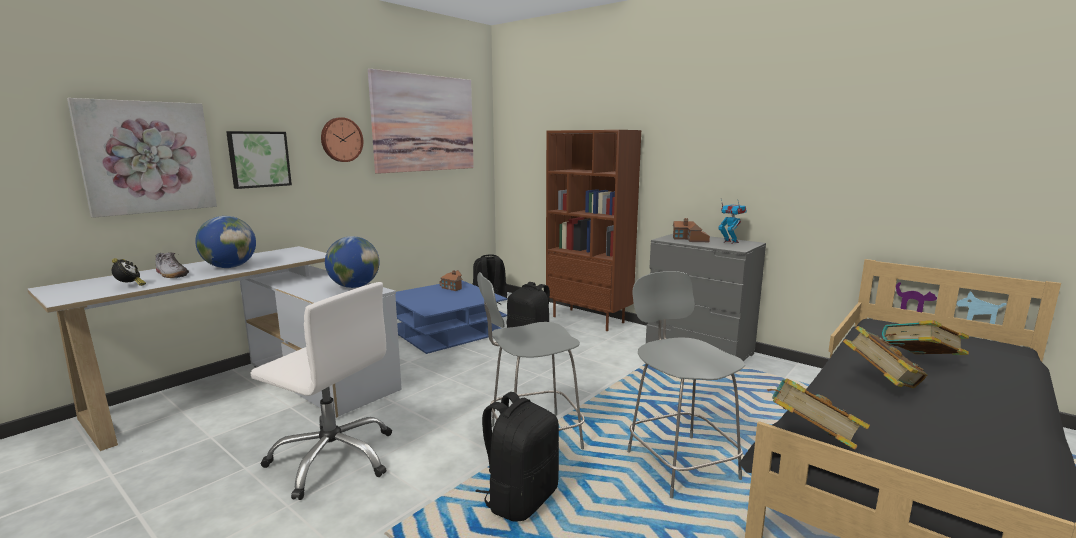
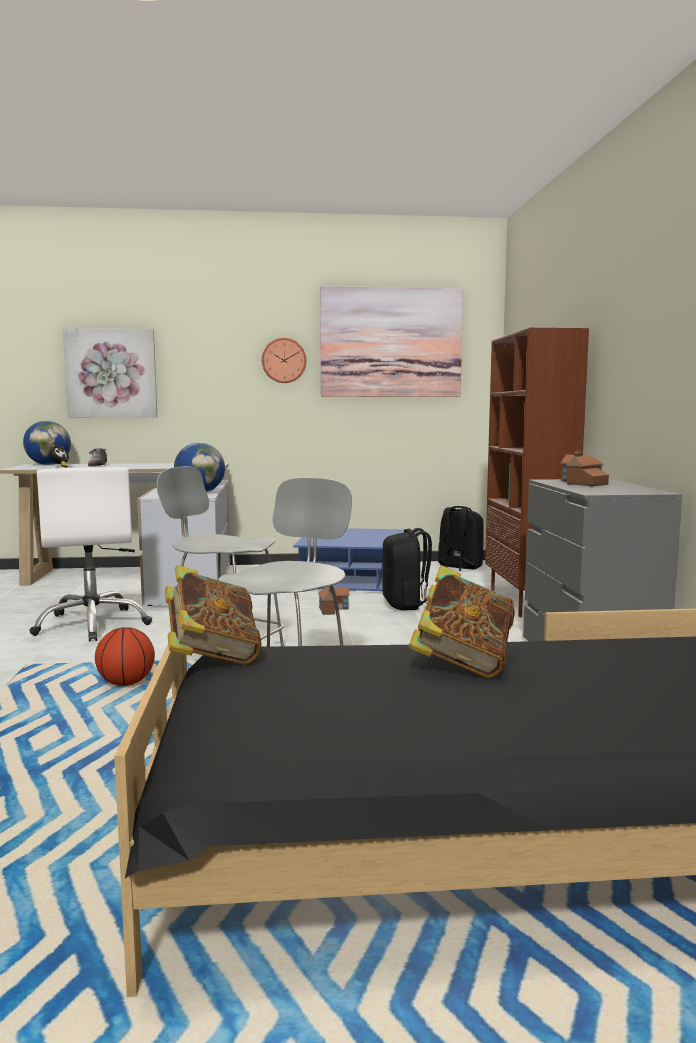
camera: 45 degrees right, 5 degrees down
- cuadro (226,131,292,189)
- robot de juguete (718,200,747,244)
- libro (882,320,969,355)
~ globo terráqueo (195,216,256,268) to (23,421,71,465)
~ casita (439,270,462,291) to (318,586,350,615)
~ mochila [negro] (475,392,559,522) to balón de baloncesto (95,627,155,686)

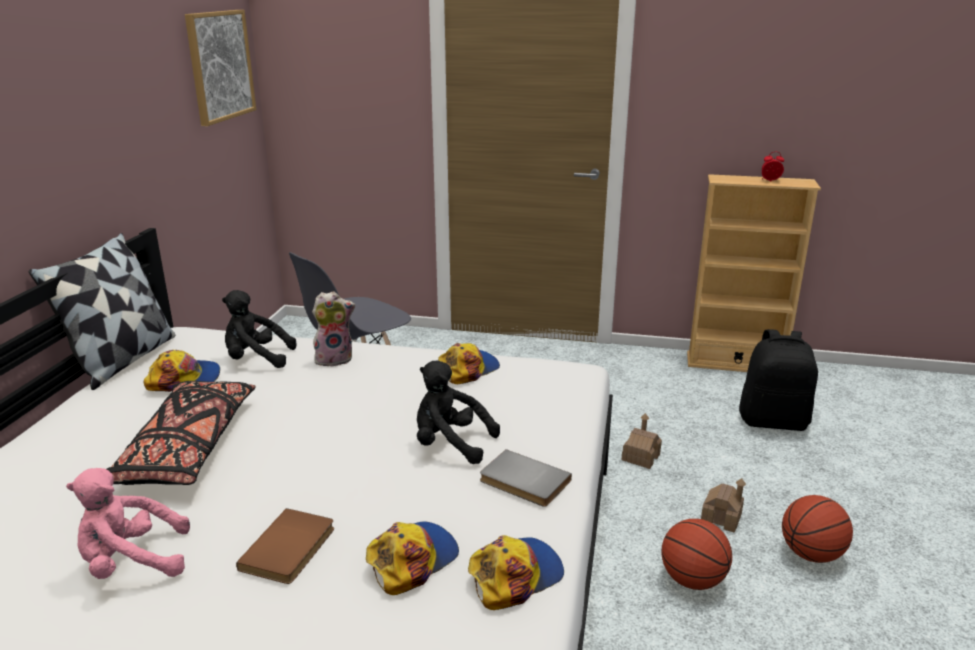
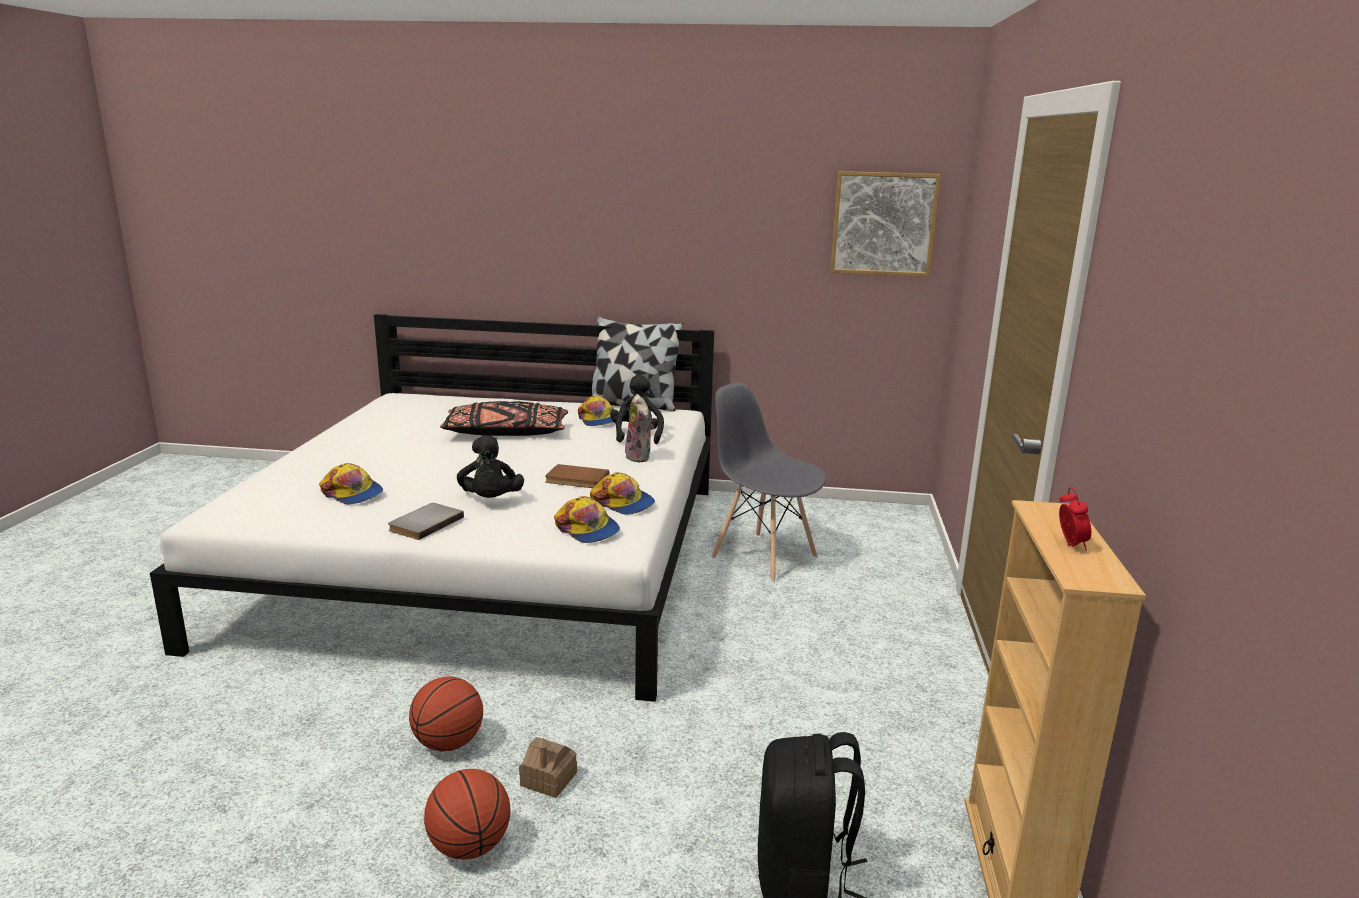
camera: 85 degrees right, 5 degrees down
- peluche [rosa] (66,468,190,579)
- casita (622,413,662,469)
~ libro [marrón] (236,508,334,584) to (545,464,609,488)
~ gorra (468,535,564,610) to (554,496,620,543)
~ peluche [negro] (417,361,500,464) = (457,435,524,498) 150 degrees clockwise

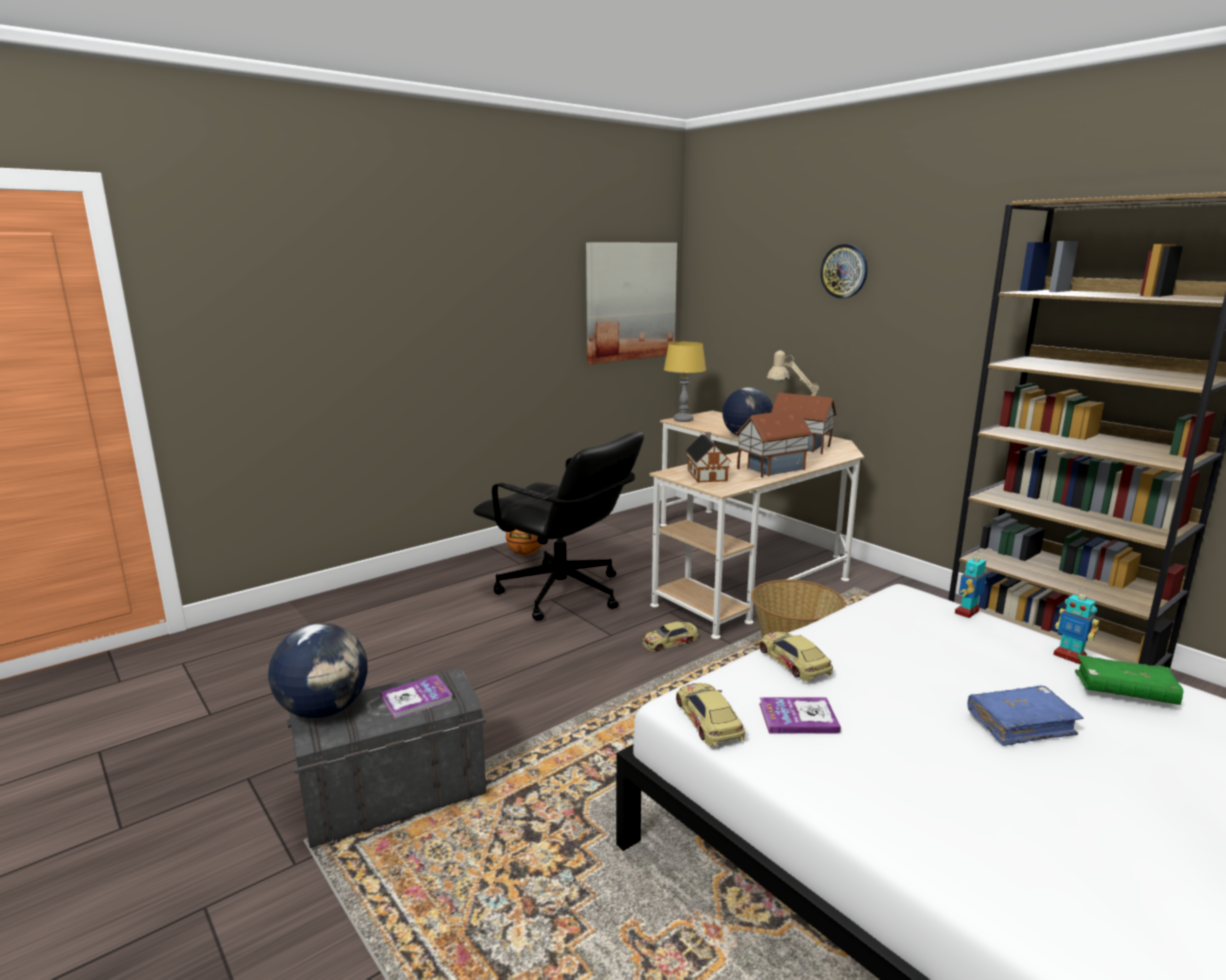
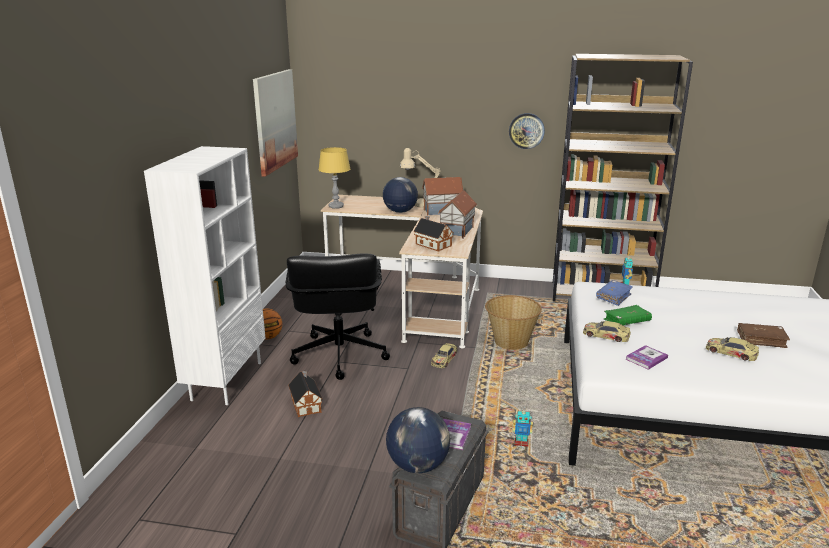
camera: 40 degrees left, 5 degrees up
+ estantería [blanco] (144,146,265,405)
+ casita (288,371,323,417)
+ libro [marrón] (737,323,790,348)
~ coche de juguete (676,683,745,747) to (706,337,759,361)
~ reloj de pared (820,244,868,299) to (509,113,545,149)
~ libro [azul] (968,686,1083,746) to (596,280,633,306)
~ robot de juguete (1053,588,1099,664) to (513,411,533,446)
~ libro [verde] (1075,654,1183,705) to (604,305,652,325)
~ silla de oficina [negro] (473,432,644,621) = (285,253,390,380) 90 degrees clockwise

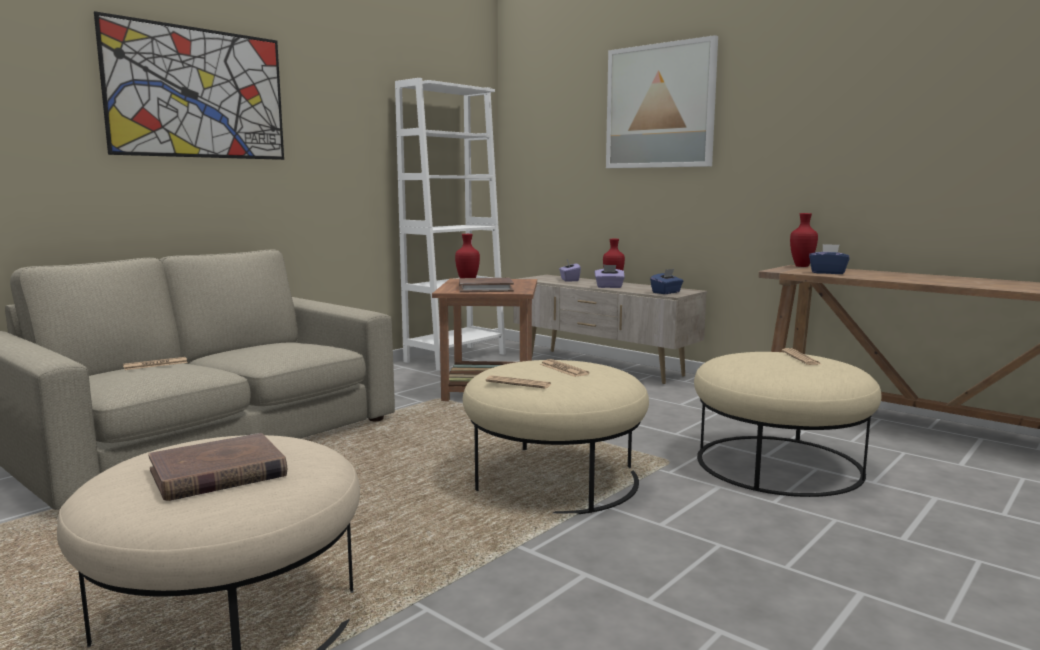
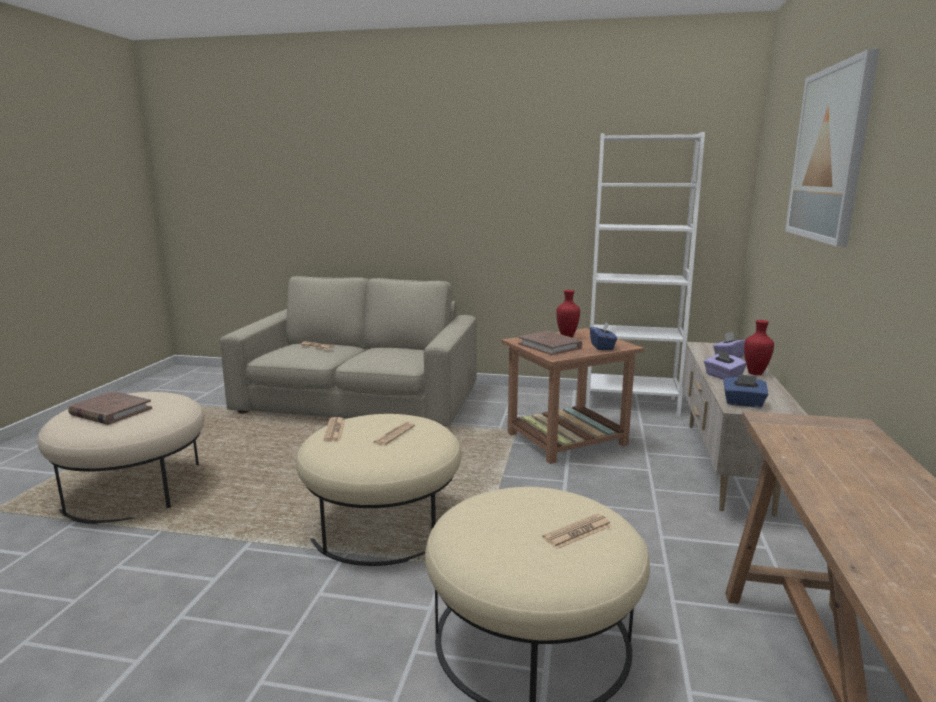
camera: 60 degrees right, 5 degrees up
- cuadro (94,11,284,160)
- florero [rojo] (790,213,818,267)
~ caja de pañuelos [azul] (809,244,849,274) to (590,322,617,350)

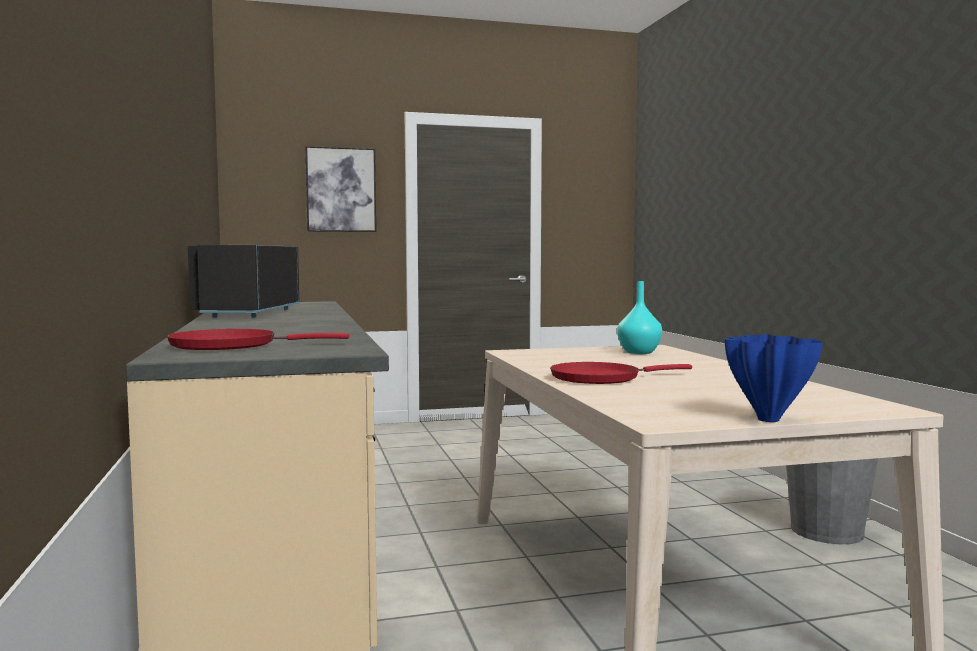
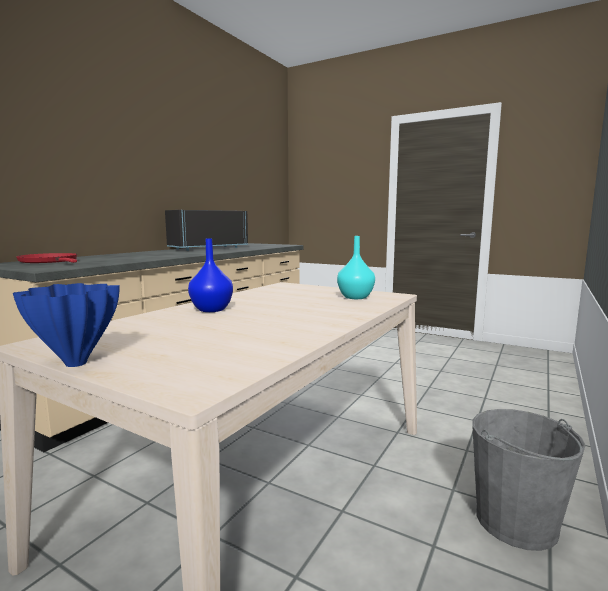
camera: 45 degrees right, 5 degrees up
- cuadro (305,146,376,232)
~ sartén [rojo] (550,362,692,384) to florero [azul] (188,238,233,312)

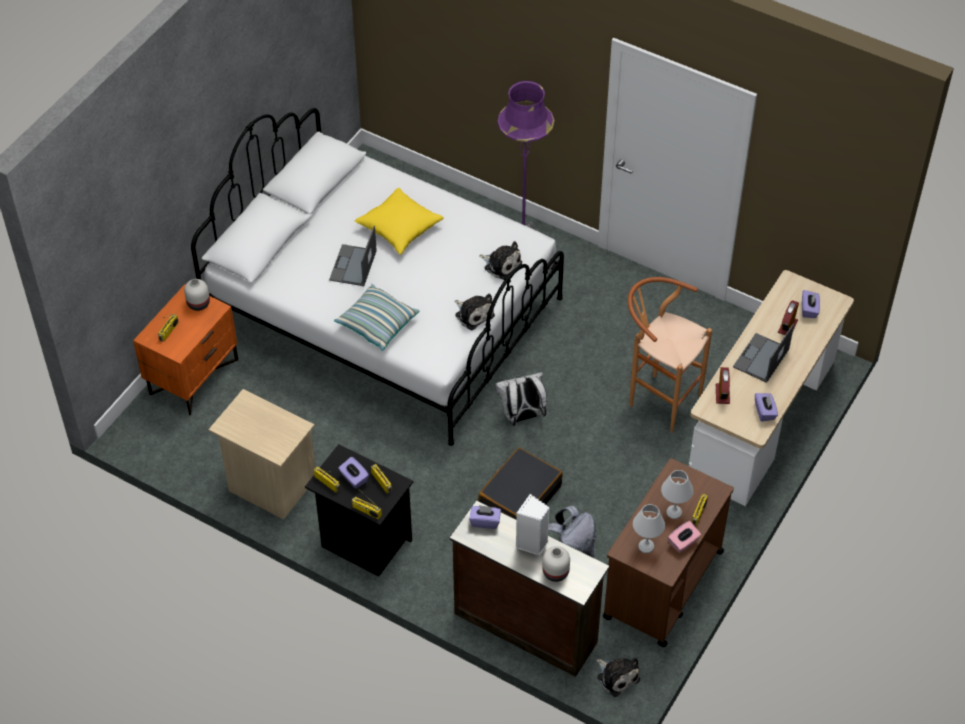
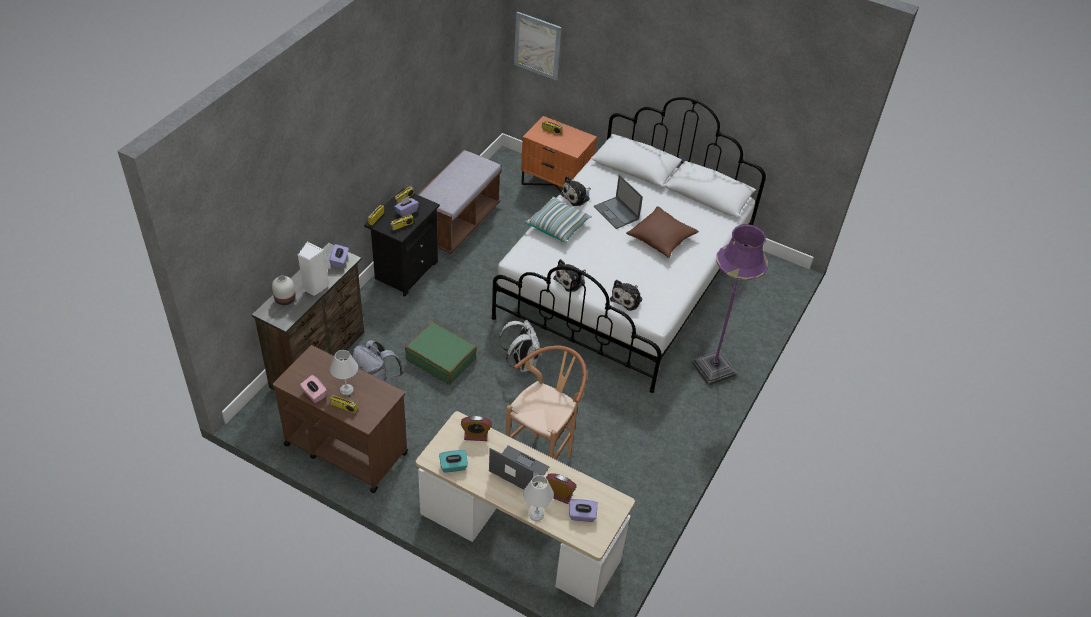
camera: 85 degrees right, 5 degrees down
- florero [blanco] (184,279,210,311)
+ cuadro (514,12,561,81)
~ peluche (596,658,640,697) to (560,176,591,206)
~ lámpara de mesa [blanco] (633,504,665,553) to (523,475,554,521)
~ mesita de noche [beis] (208,389,316,520) to banco [marrón] (417,150,502,254)
~ cojín [amarillo] (355,188,444,255) to cojín [marrón] (626,206,699,258)
~ maleta [negro] (478,447,563,520) to maleta [verde] (405,322,477,385)
~ caja de pañuelos [morado] (755,393,778,422) to caja de pañuelos [turquesa] (439,450,468,473)
~ portátil (329,226,377,286) = (594,175,643,229) 135 degrees counterclockwise

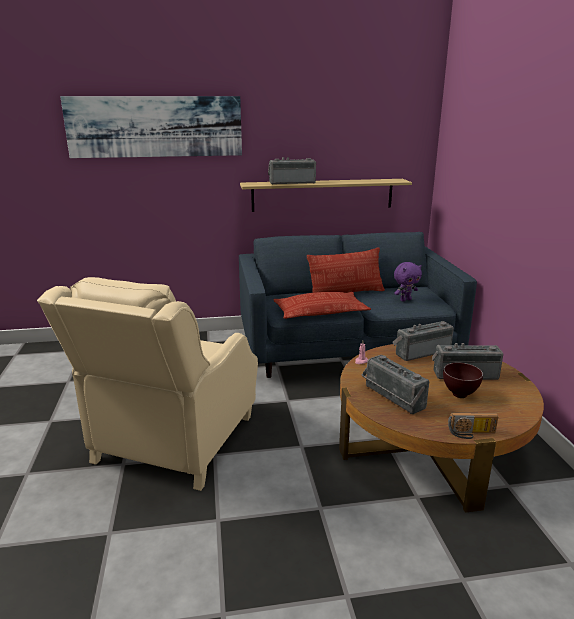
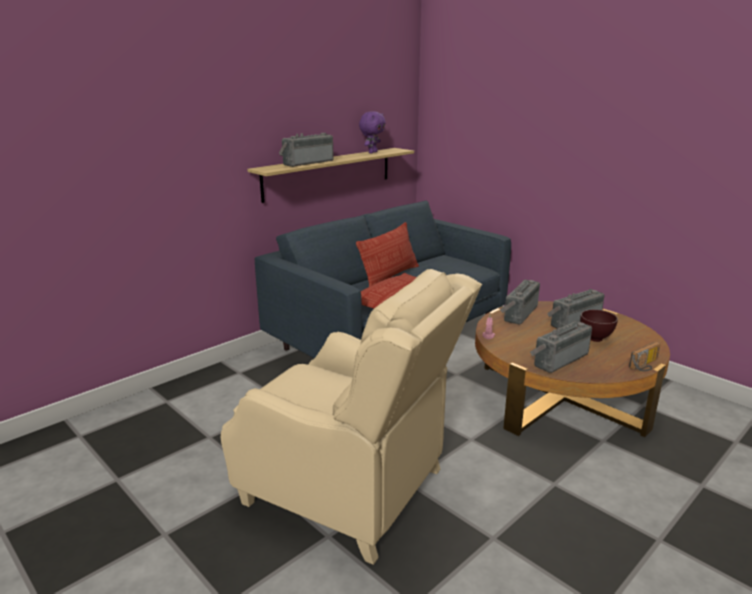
camera: 35 degrees left, 0 degrees up
- cuadro (60,96,242,158)
~ peluche [morado] (394,262,422,302) to (359,111,386,153)
~ sillón [beis] (37,277,258,491) = (221,269,482,565) 45 degrees counterclockwise
~ radio (361,355,429,414) = (530,321,592,373) 120 degrees clockwise

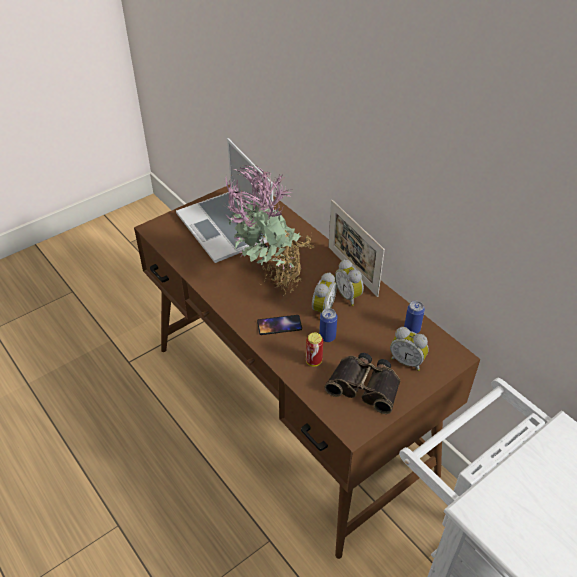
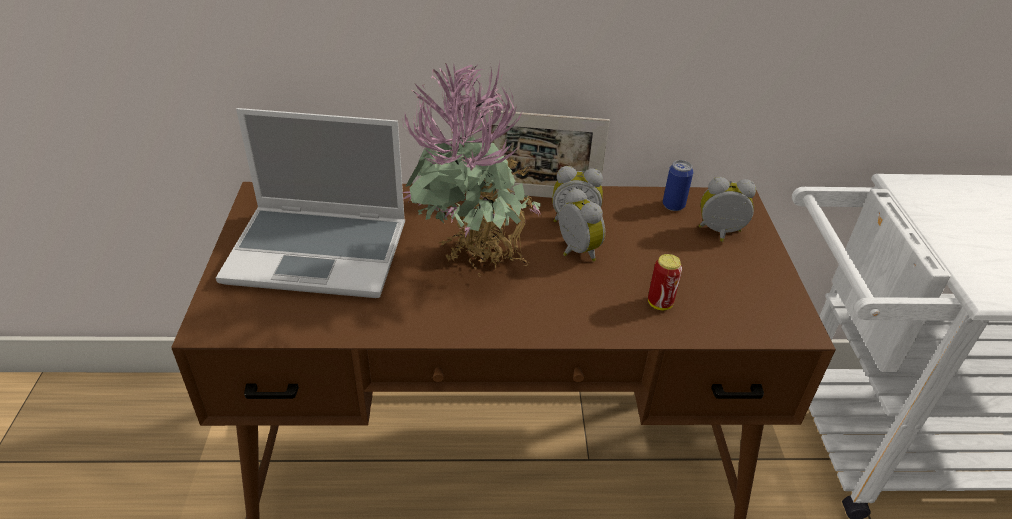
camera: 55 degrees left, 5 degrees down
- móvil (257,315,302,335)
- lata (319,308,337,342)
- prismáticos (324,353,400,414)
~ despertador (390,327,429,371) = (699,177,756,242) 150 degrees counterclockwise

